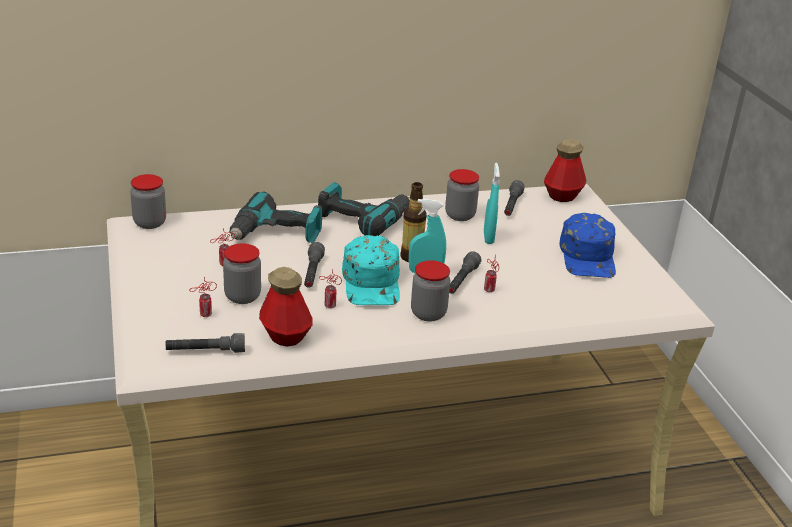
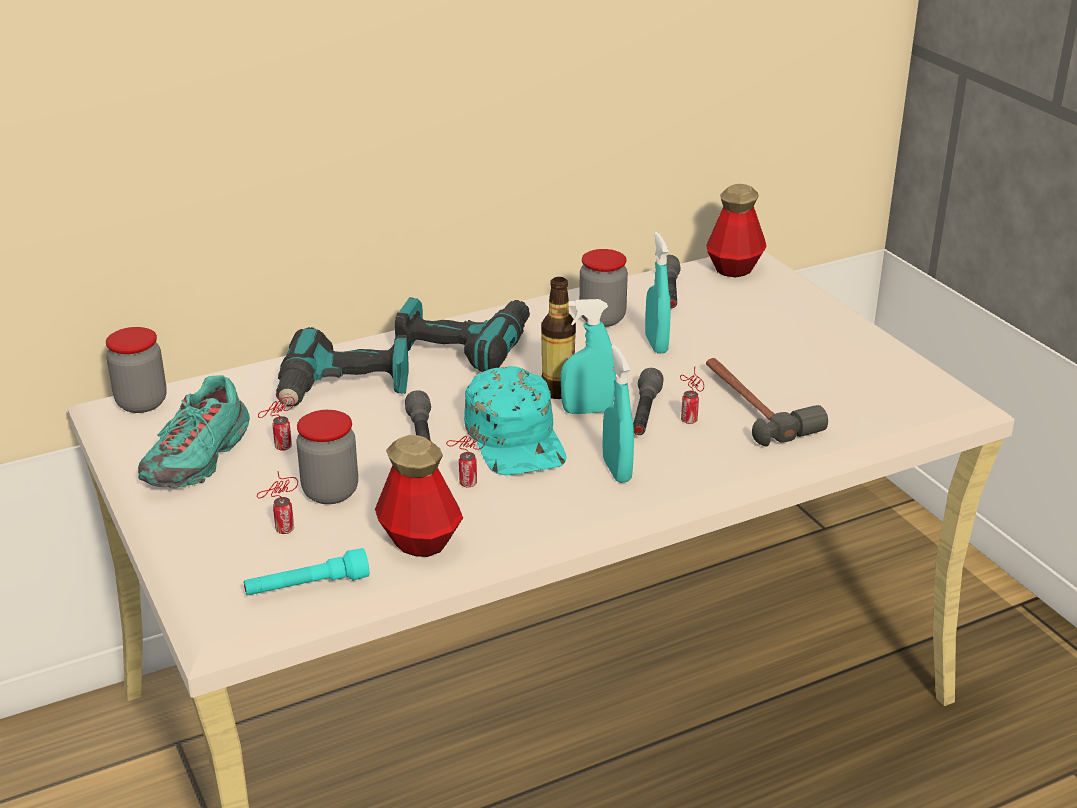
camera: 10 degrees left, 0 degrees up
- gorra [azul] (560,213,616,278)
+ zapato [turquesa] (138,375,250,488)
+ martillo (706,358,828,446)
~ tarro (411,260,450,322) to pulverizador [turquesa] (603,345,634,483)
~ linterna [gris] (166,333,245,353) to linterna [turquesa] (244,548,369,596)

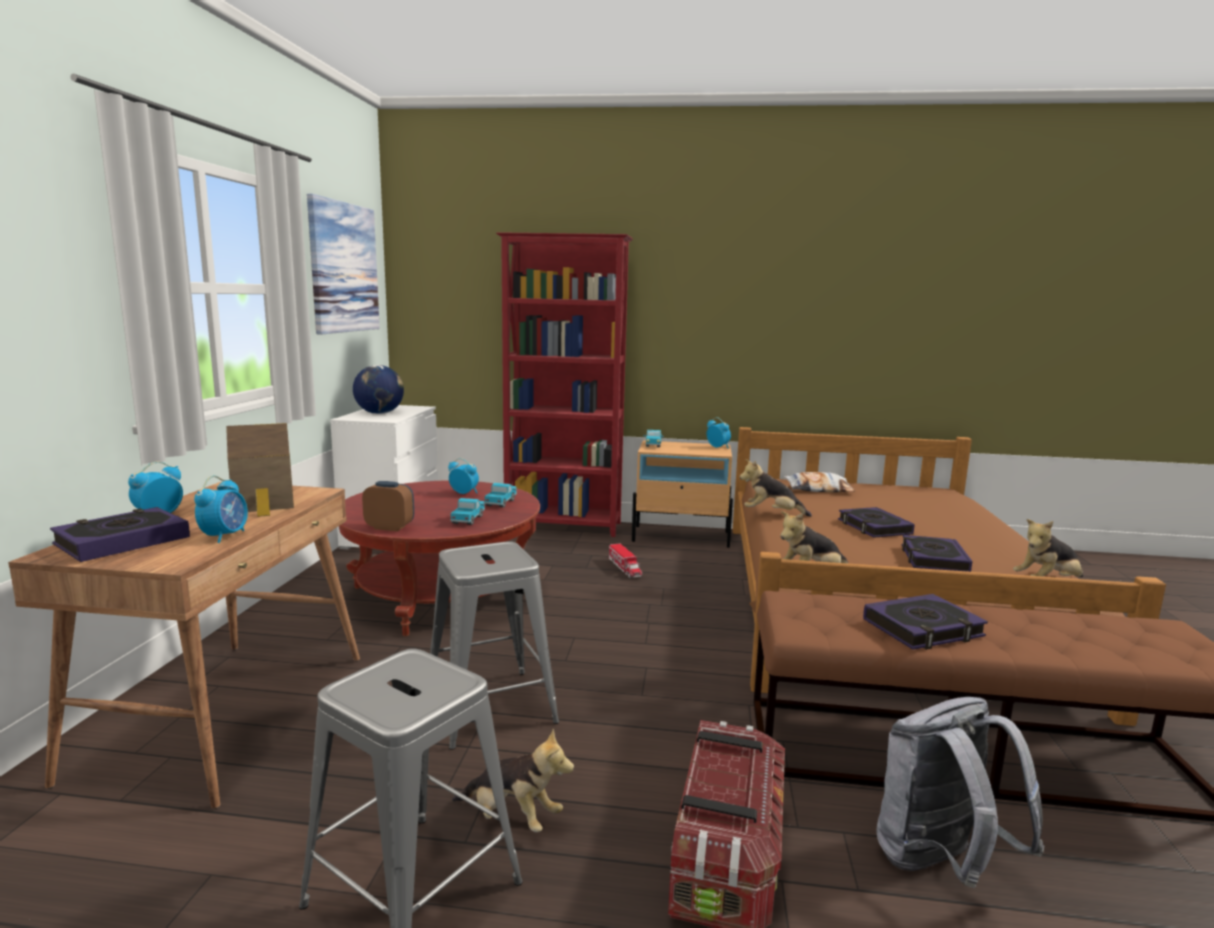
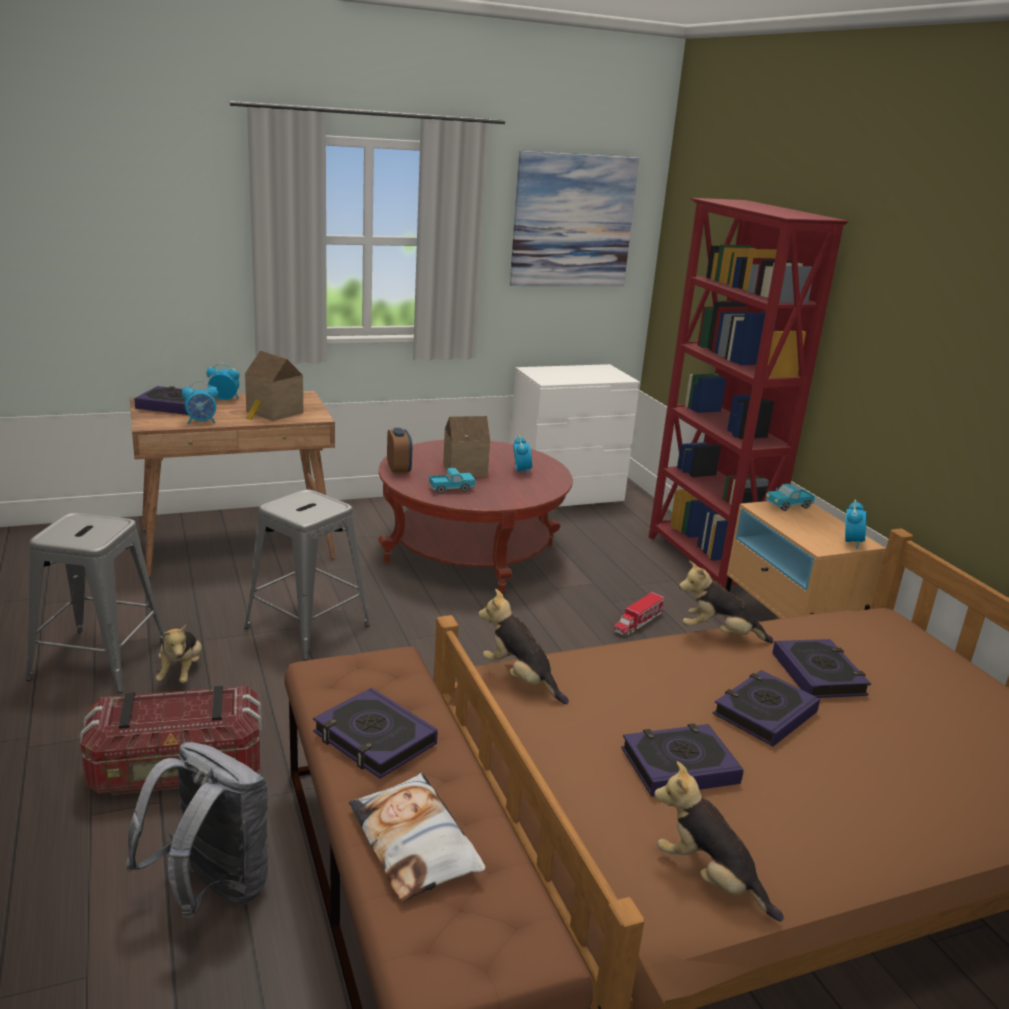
camera: 60 degrees right, 10 degrees up
- globo terráqueo (353,365,404,414)
- camión de juguete (485,483,517,507)
+ casita (443,416,490,477)
+ libro (772,639,871,698)
~ cojín (783,472,855,492) to (349,773,486,902)
~ peluche (740,459,812,517) = (679,561,773,643) 60 degrees counterclockwise

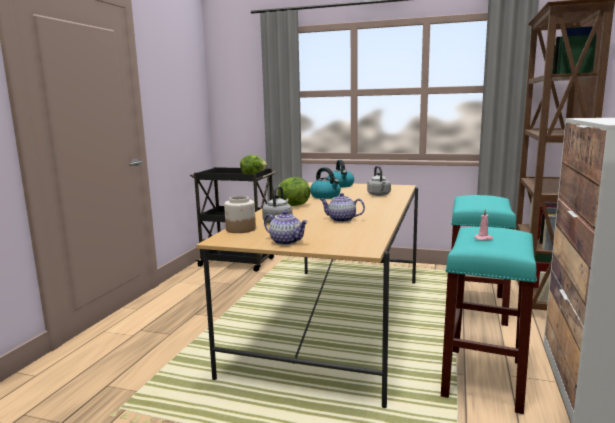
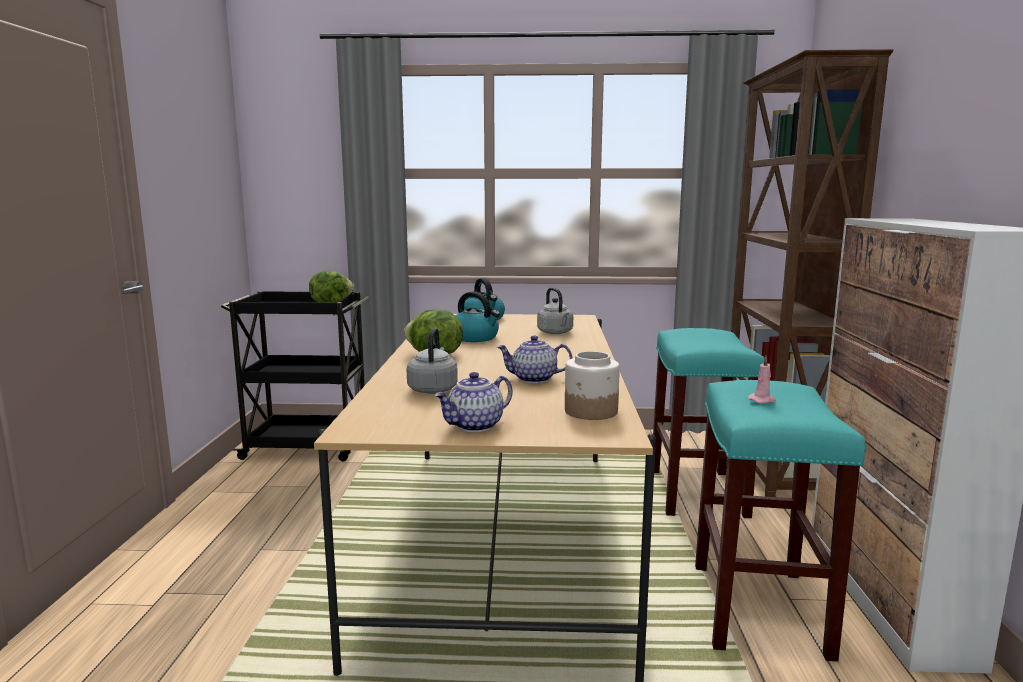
camera: 15 degrees left, 0 degrees up
~ tarro (224,196,256,233) to (565,351,620,420)
~ tetera (264,210,308,245) = (434,372,513,432) 120 degrees clockwise

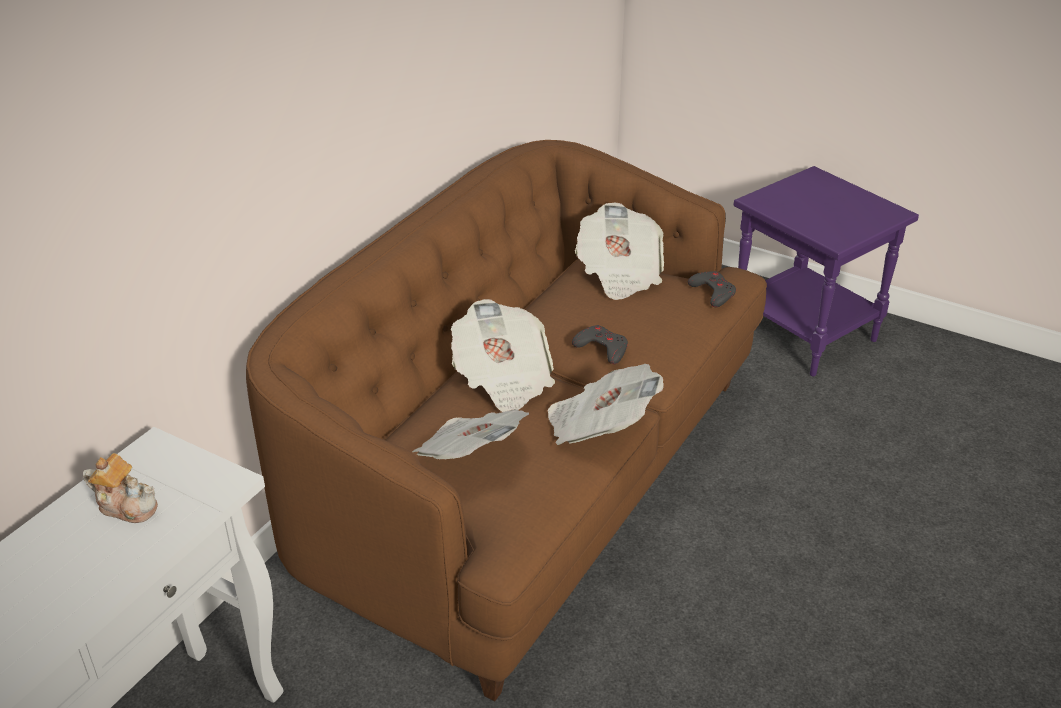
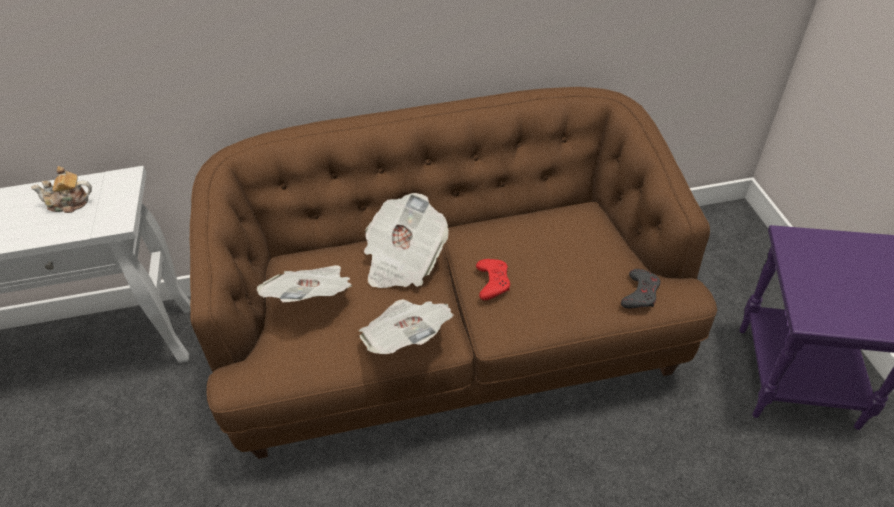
camera: 50 degrees right, 10 degrees up
- periódico (575,202,664,300)
~ mando de consola [gris] (572,325,628,364) to mando de consola [rojo] (476,259,510,300)
~ tetera (83,453,158,523) = (31,166,92,213) 105 degrees clockwise

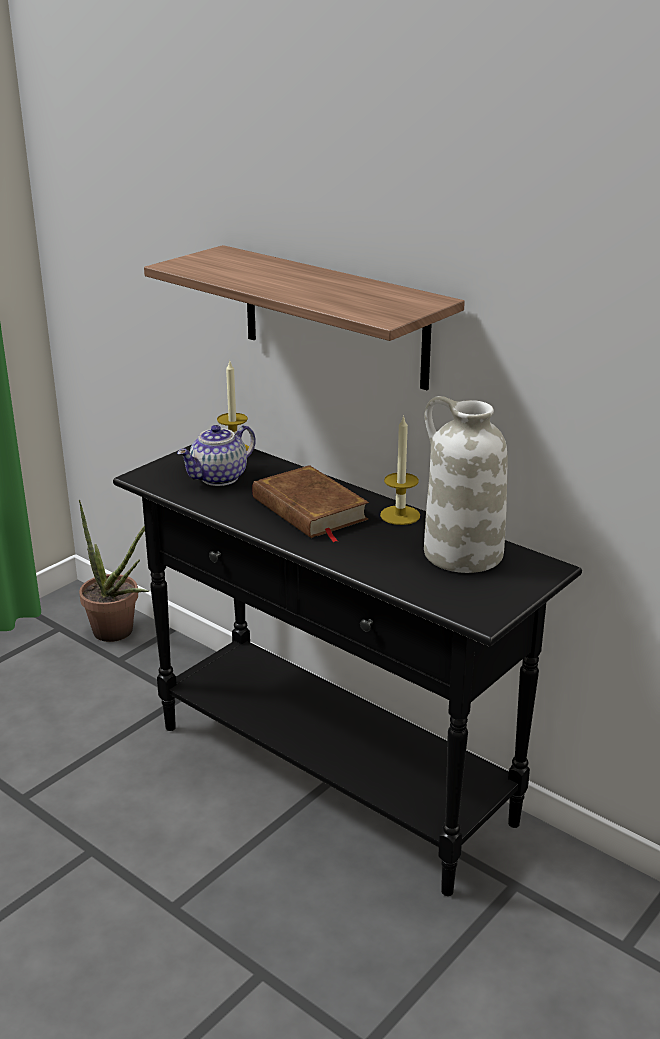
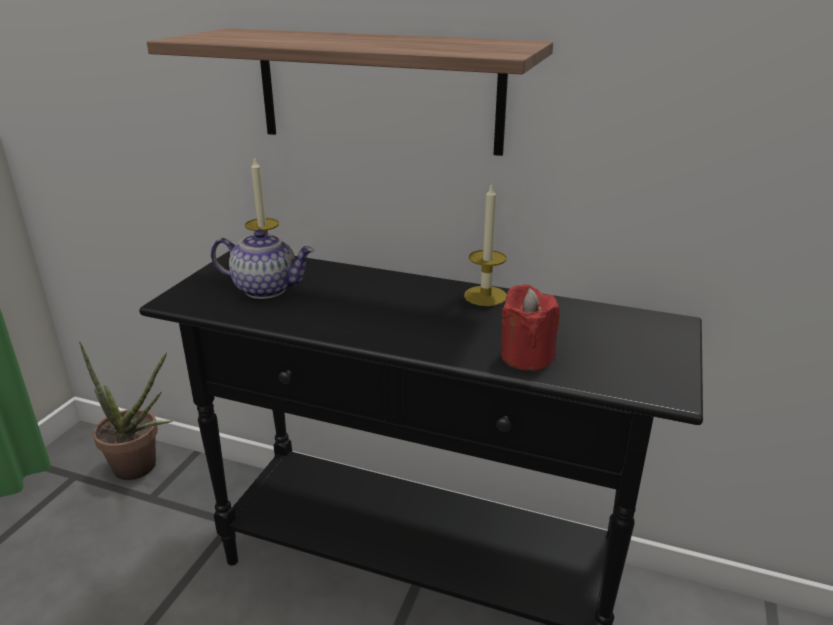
camera: 20 degrees left, 0 degrees up
- libro [marrón] (252,465,369,542)
- florero [blanco] (424,396,507,573)
+ vela [rojo] (501,284,560,371)
~ tetera (177,425,256,486) = (211,229,314,299) 105 degrees counterclockwise

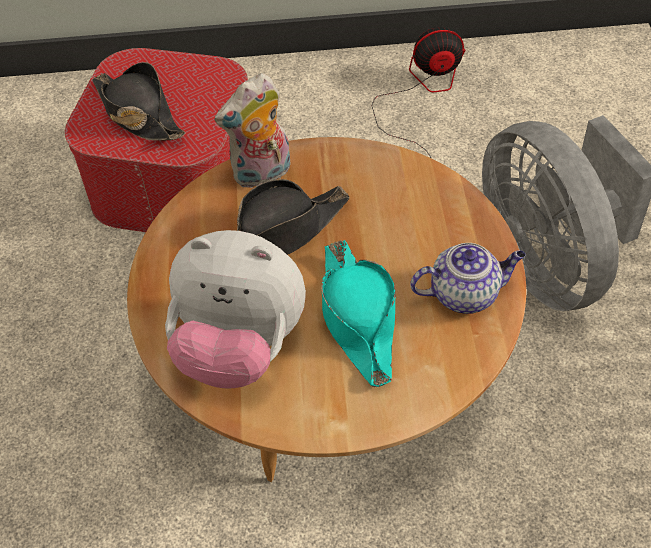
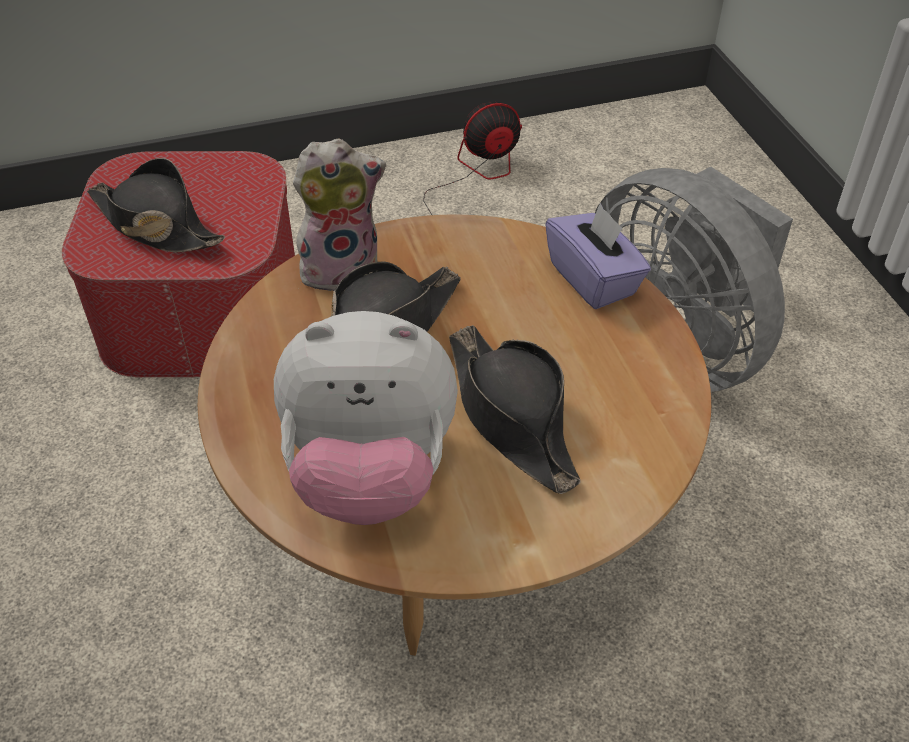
camera: 15 degrees left, 5 degrees down
- tetera (410,243,525,314)
+ caja de pañuelos [morado] (545,203,651,309)
~ sombrero [turquesa] (321,240,395,387) to sombrero [negro] (449,325,581,494)
~ peluche (215,73,290,188) = (293,139,386,295) 150 degrees counterclockwise

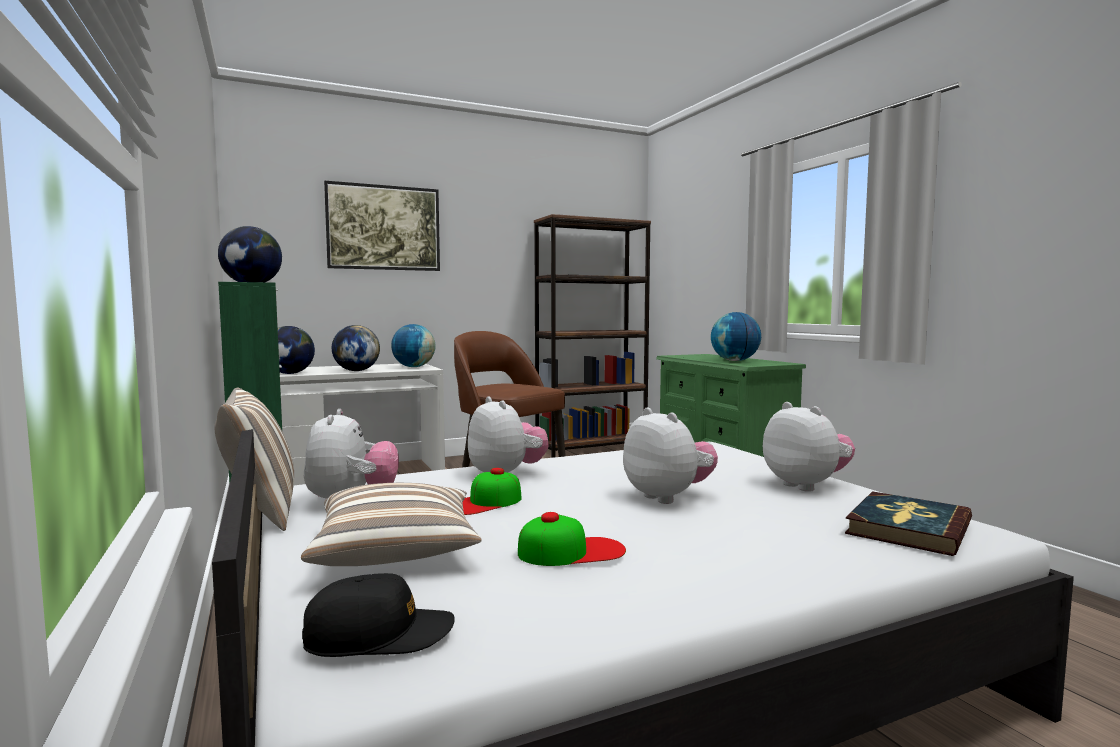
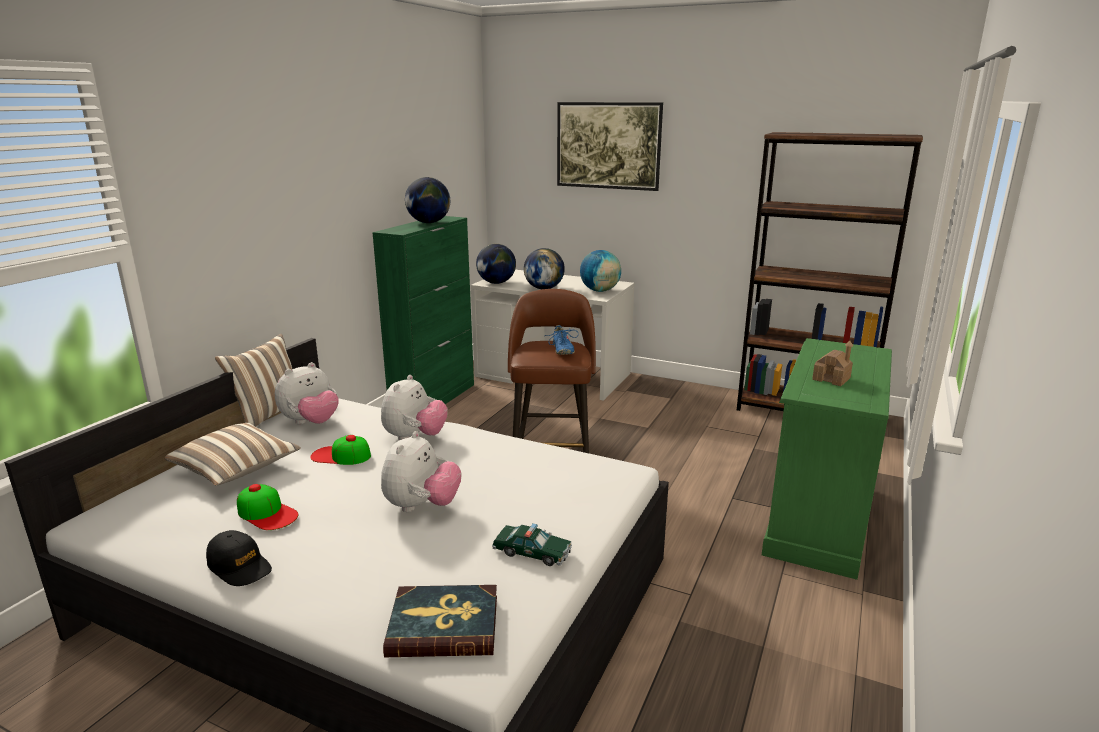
camera: 50 degrees right, 15 degrees up
+ zapato [azul] (545,325,578,355)
~ gorra [negro] (302,573,455,657) to (206,530,272,586)
~ globo terráqueo (711,312,761,361) to casita (812,341,853,386)
~ peluche (763,402,855,492) to coche de juguete (492,524,572,566)

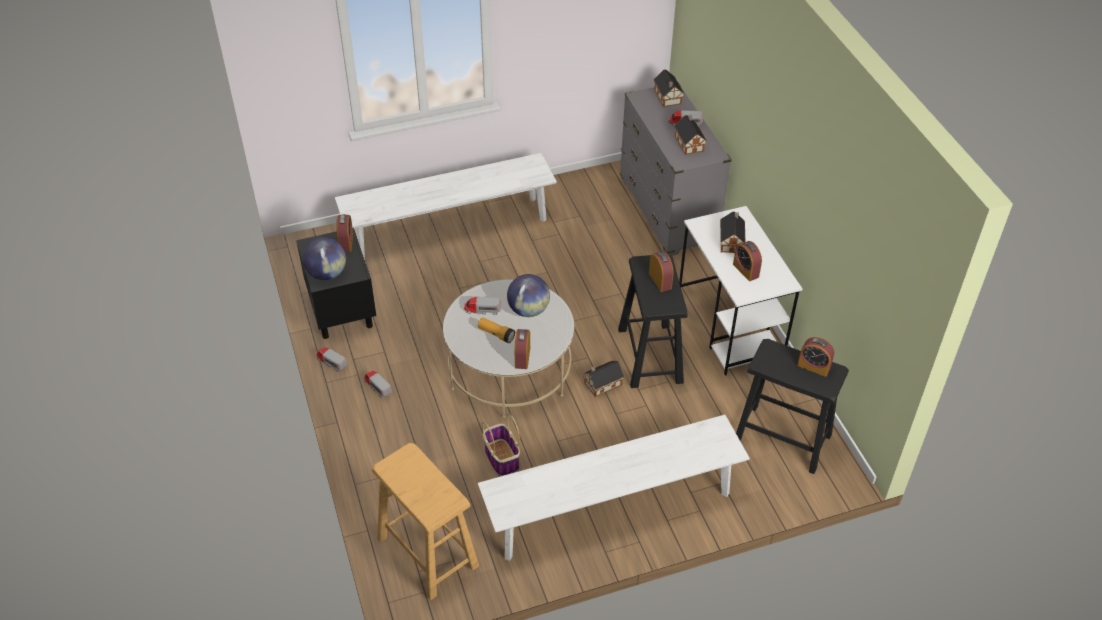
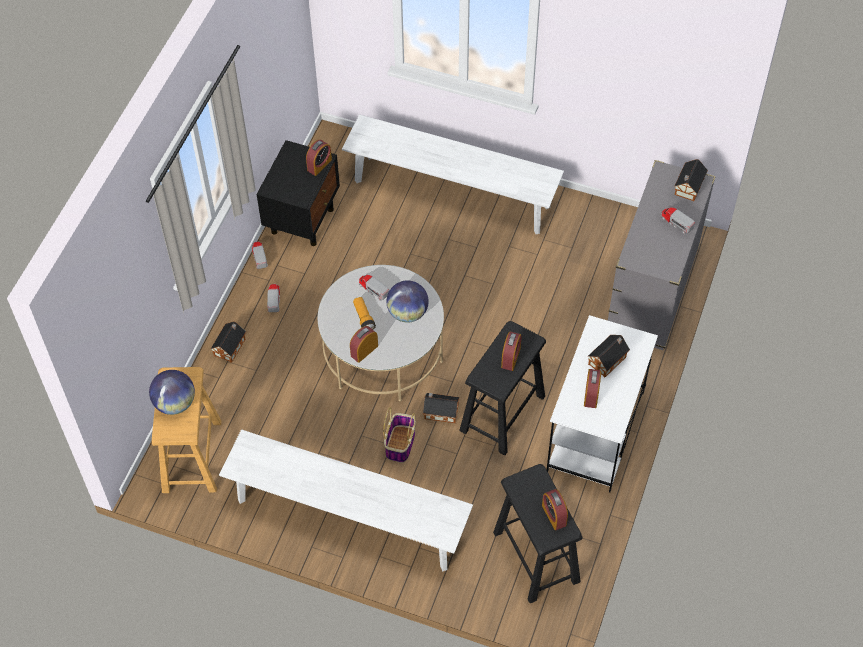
camera: 40 degrees right, 10 degrees up
~ globo terráqueo (303,238,346,280) to (149,370,195,415)
~ cesta (482,414,520,476) to (383,407,416,463)
~ casita (674,115,707,155) to (211,321,246,363)

